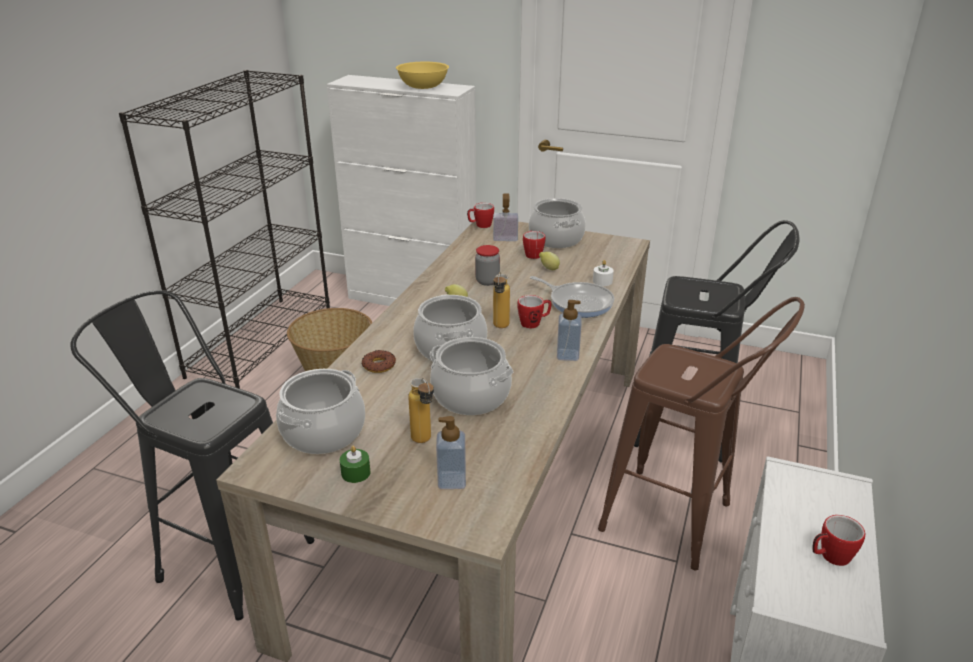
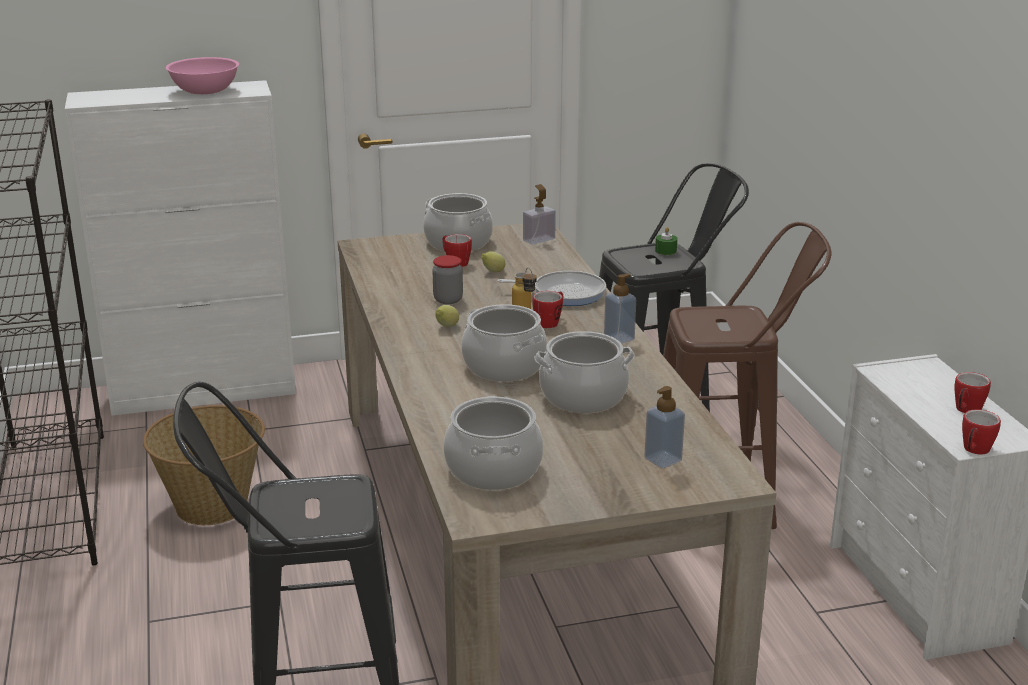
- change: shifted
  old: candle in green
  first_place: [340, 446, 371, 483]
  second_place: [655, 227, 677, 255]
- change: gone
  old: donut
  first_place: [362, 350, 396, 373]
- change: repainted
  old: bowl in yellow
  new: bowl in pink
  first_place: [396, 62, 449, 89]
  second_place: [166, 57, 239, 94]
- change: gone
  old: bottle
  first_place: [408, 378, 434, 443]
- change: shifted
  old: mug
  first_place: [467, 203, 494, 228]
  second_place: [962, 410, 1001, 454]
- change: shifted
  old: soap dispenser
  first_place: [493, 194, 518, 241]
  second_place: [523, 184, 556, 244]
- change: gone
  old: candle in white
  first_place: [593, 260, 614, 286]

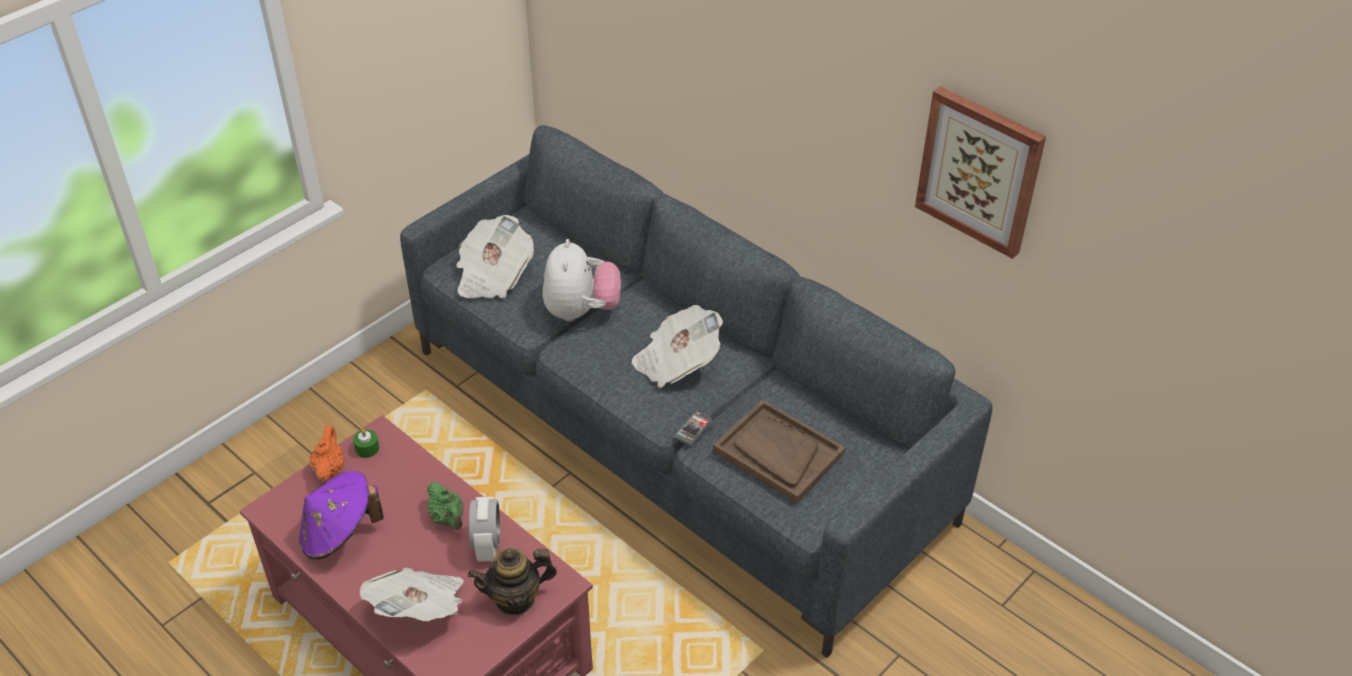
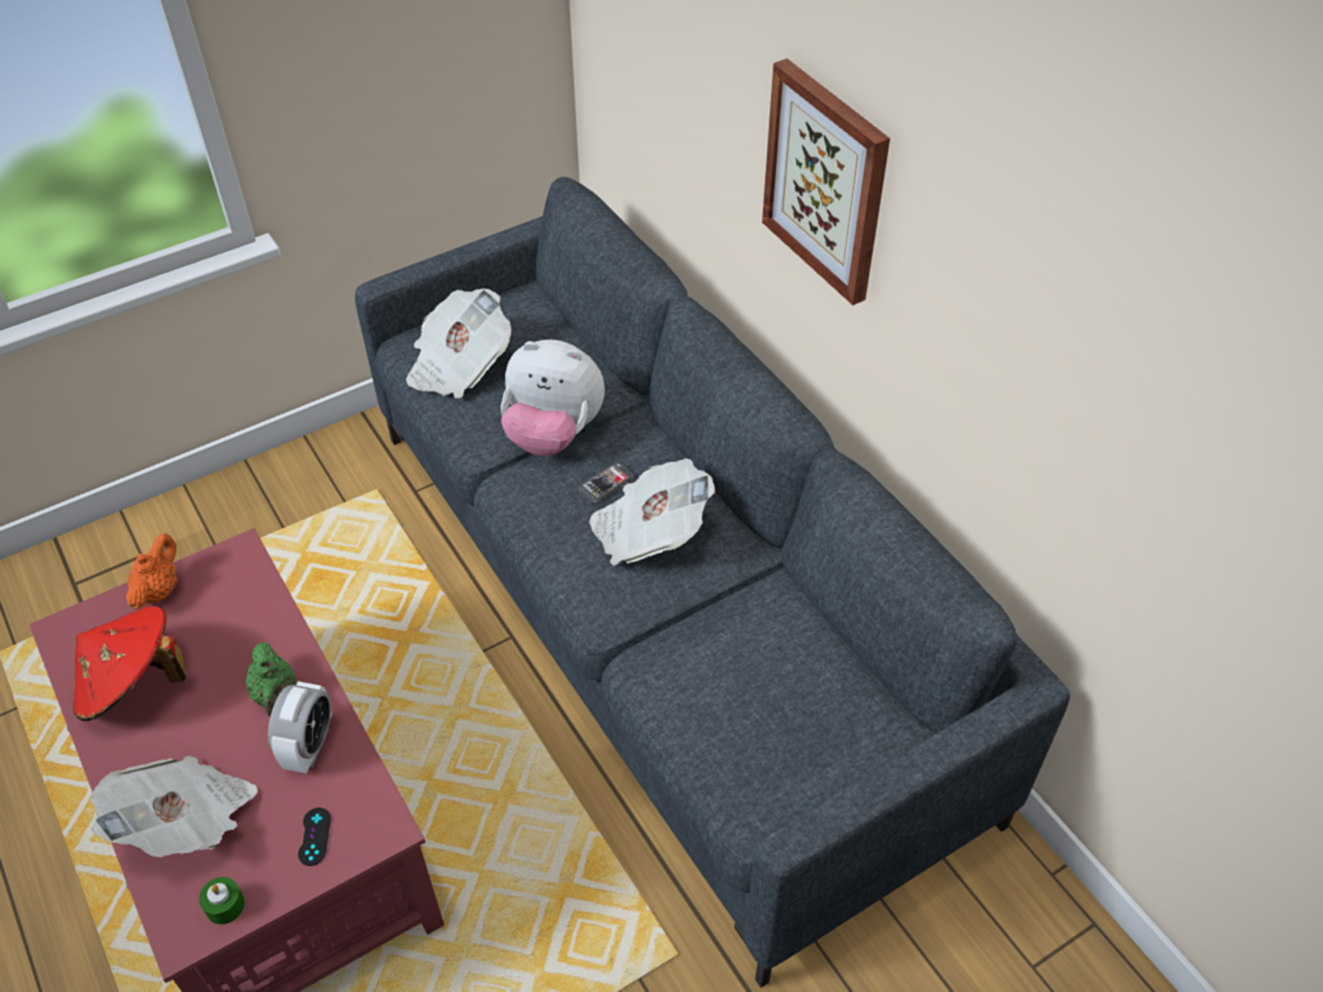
- change: repainted
  old: hat in purple
  new: hat in red
  first_place: [299, 471, 384, 560]
  second_place: [73, 606, 186, 721]
- change: shifted
  old: candle in green
  first_place: [353, 429, 379, 458]
  second_place: [199, 877, 245, 924]
- change: swapped
  old: teapot
  new: game controller in black
  first_place: [468, 548, 557, 615]
  second_place: [298, 807, 331, 866]
- change: rotated
  old: plush toy
  first_place: [543, 239, 621, 321]
  second_place: [501, 340, 605, 456]
  degrees: 90
- change: shifted
  old: phone
  first_place: [674, 411, 712, 445]
  second_place: [579, 463, 633, 503]
- change: gone
  old: tray in brown
  first_place: [713, 399, 846, 503]
- change: shifted
  old: picture
  first_place: [915, 86, 1046, 259]
  second_place: [762, 59, 890, 305]

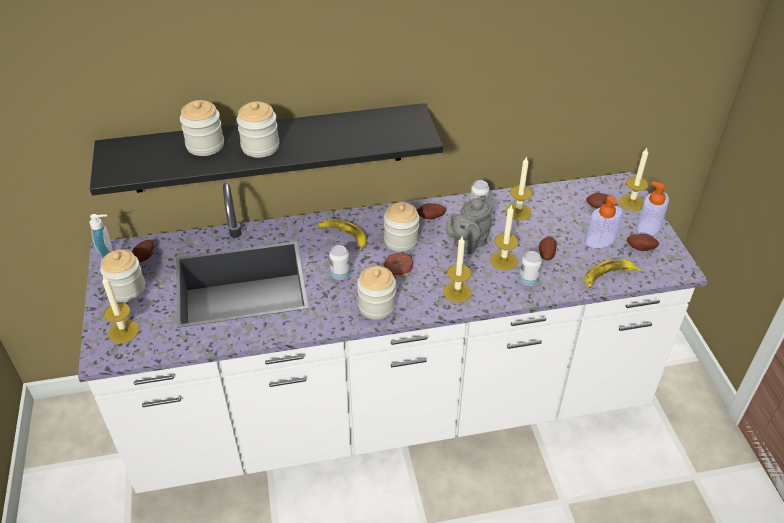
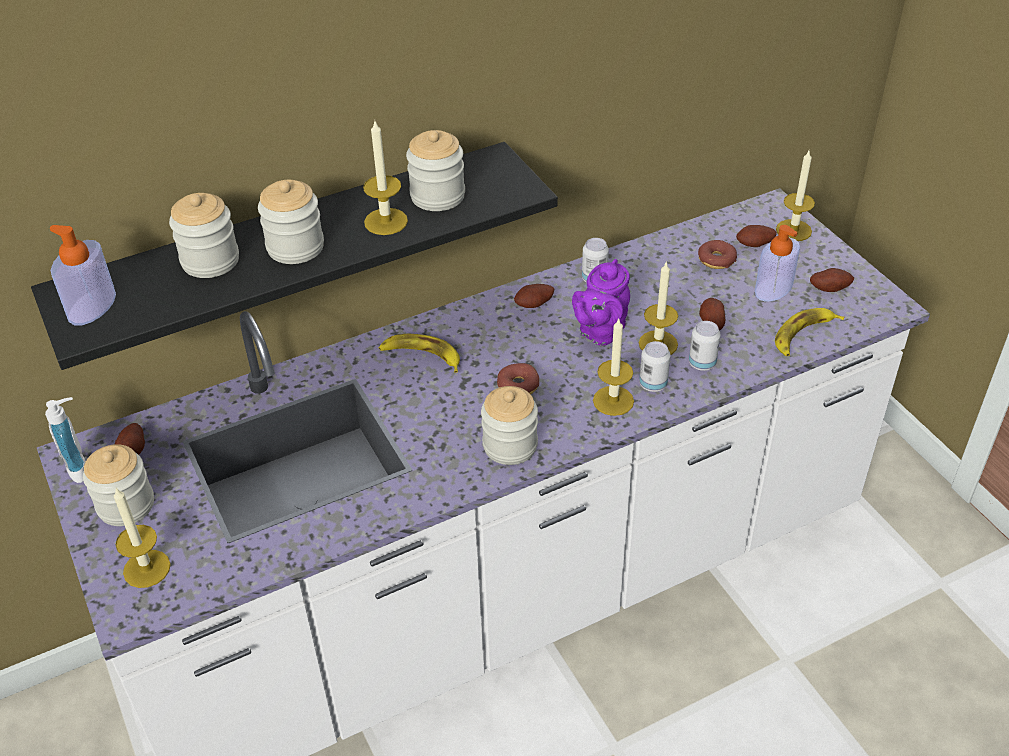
- change: shifted
  old: can
  first_place: [329, 245, 350, 280]
  second_place: [639, 341, 671, 392]
- change: shifted
  old: jar
  first_place: [384, 202, 419, 252]
  second_place: [406, 130, 465, 211]
- change: repainted
  old: teapot in grey
  new: teapot in purple
  first_place: [446, 197, 492, 254]
  second_place: [572, 259, 630, 346]
- change: shifted
  old: candle
  first_place: [506, 156, 532, 220]
  second_place: [363, 121, 408, 235]
- change: shifted
  old: soap dispenser
  first_place: [637, 181, 669, 236]
  second_place: [50, 225, 116, 326]
- change: new
  new: donut
  second_place: [698, 240, 737, 269]

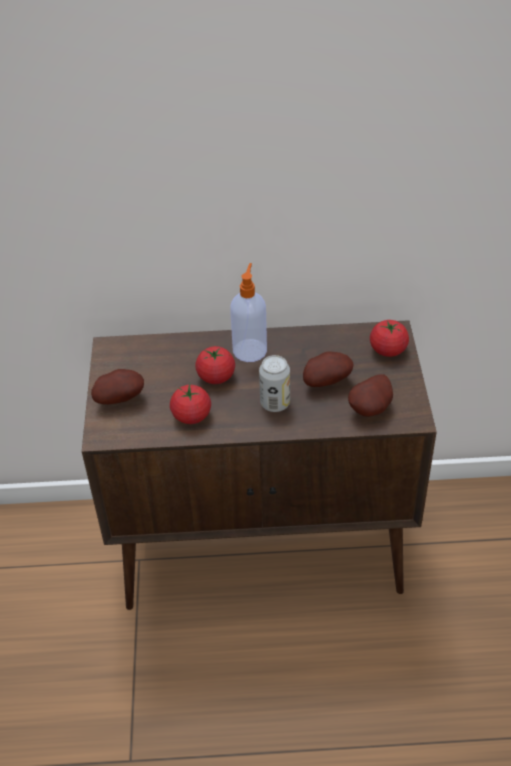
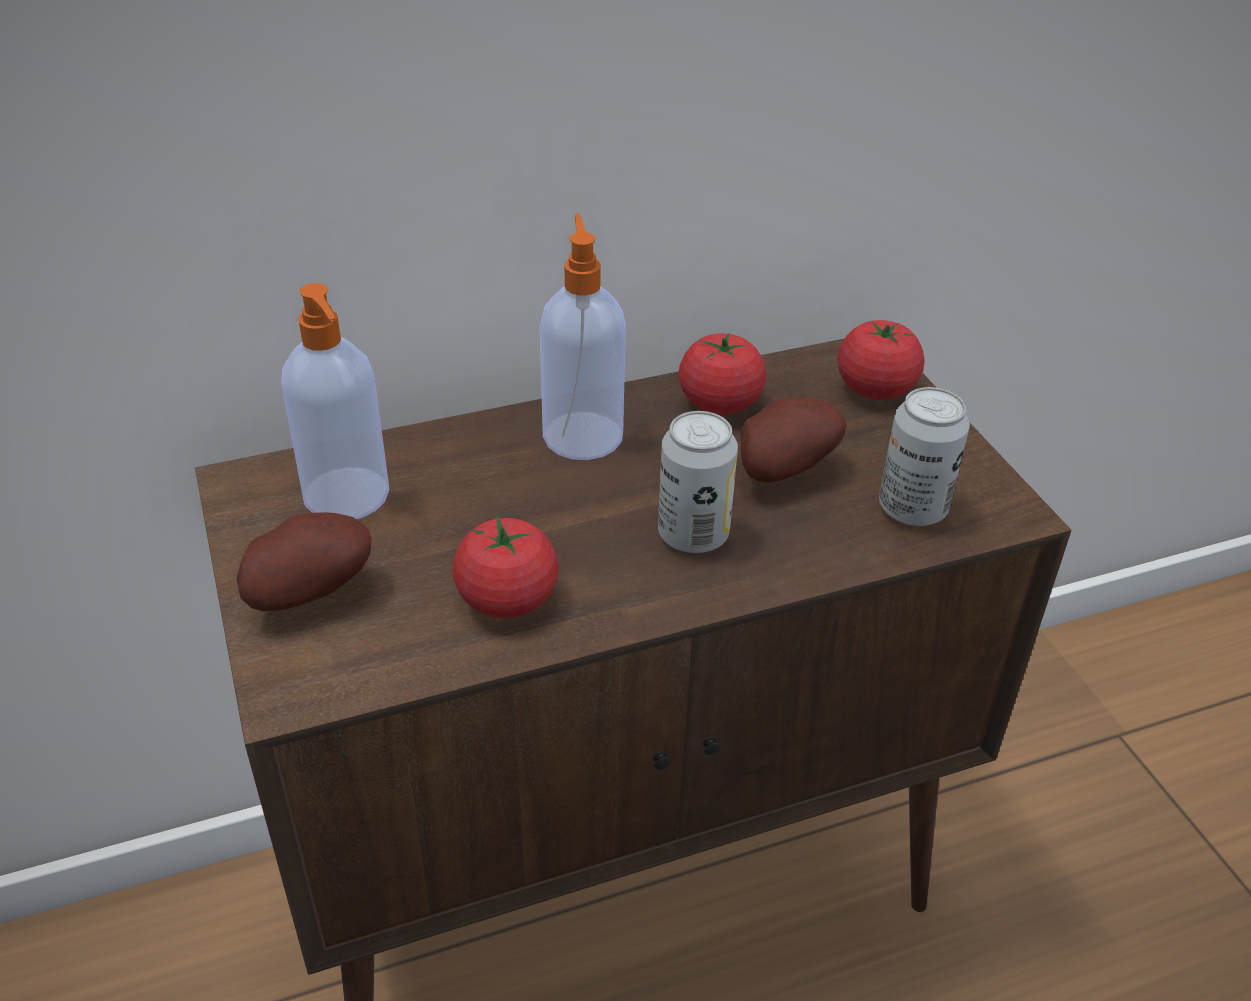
- change: shifted
  old: tomato
  first_place: [195, 346, 235, 384]
  second_place: [678, 333, 766, 415]
- change: swapped
  old: potato
  new: can
  first_place: [348, 374, 393, 417]
  second_place: [879, 387, 970, 526]
- change: new
  new: soap dispenser
  second_place: [281, 283, 390, 519]

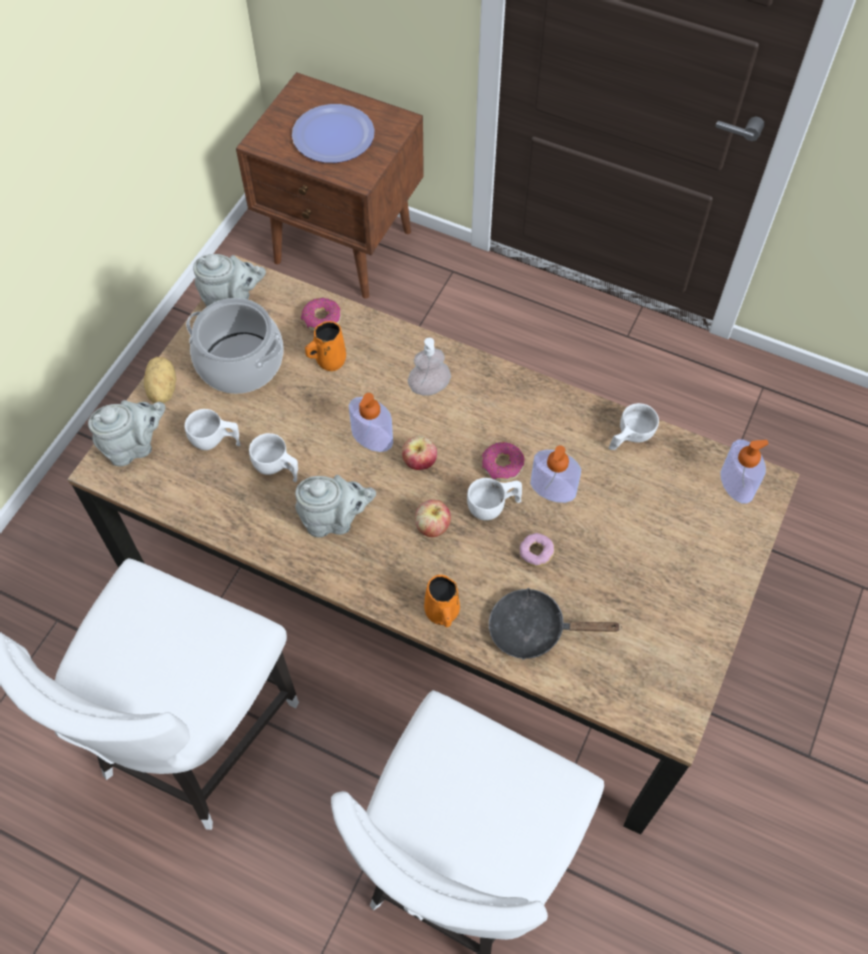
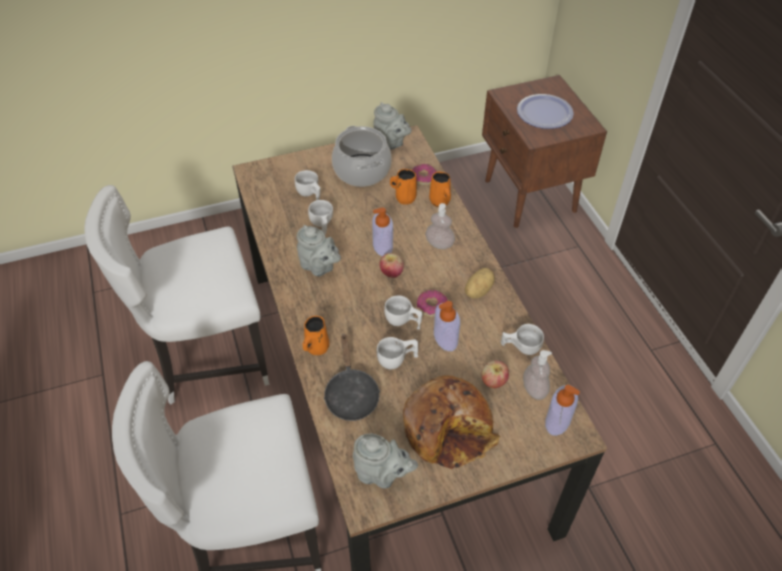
- change: shifted
  old: teapot in grey
  first_place: [88, 400, 165, 466]
  second_place: [353, 433, 418, 489]
- change: shifted
  old: potato
  first_place: [144, 357, 176, 403]
  second_place: [465, 268, 495, 299]
- change: shifted
  old: apple
  first_place: [415, 500, 451, 537]
  second_place: [481, 360, 509, 388]
- change: rotated
  old: frying pan in black
  first_place: [489, 588, 622, 660]
  second_place: [324, 335, 380, 421]
  degrees: -150
- change: swapped
  old: donut
  new: cup in white
  first_place: [519, 533, 555, 567]
  second_place: [377, 337, 418, 369]
- change: new
  new: bread
  second_place: [403, 375, 500, 469]
- change: new
  new: mug in orange
  second_place: [429, 171, 451, 207]
- change: new
  new: soap dispenser
  second_place: [523, 350, 552, 400]

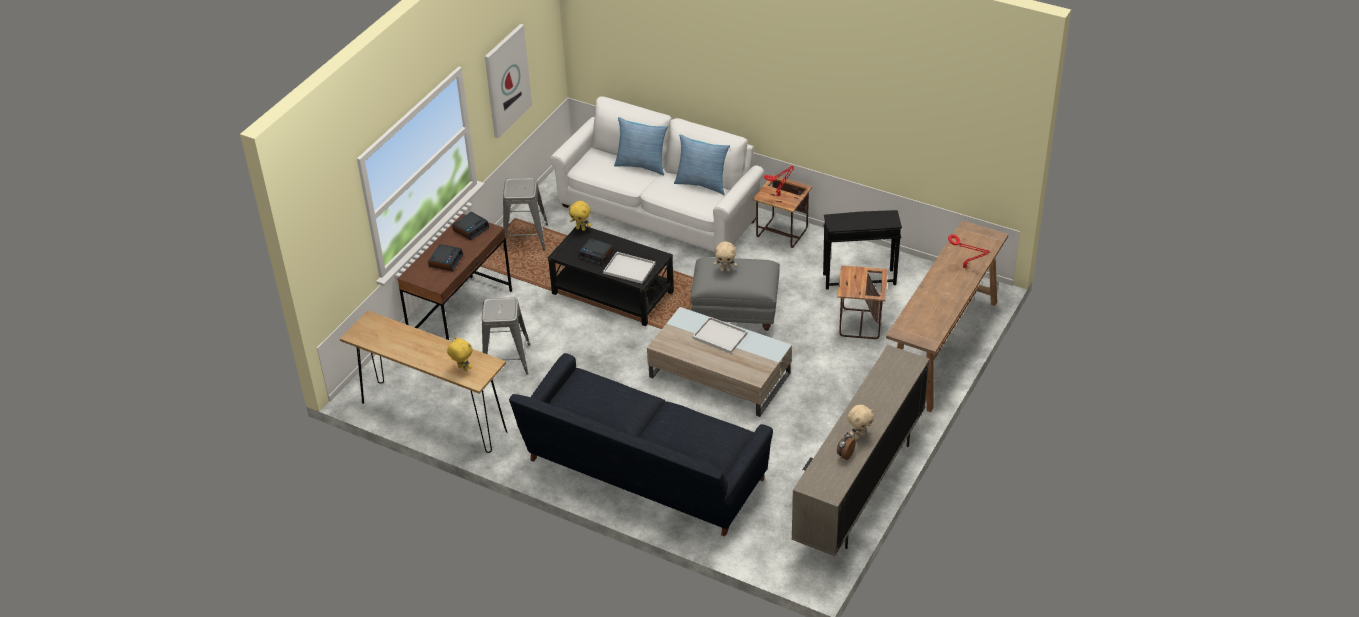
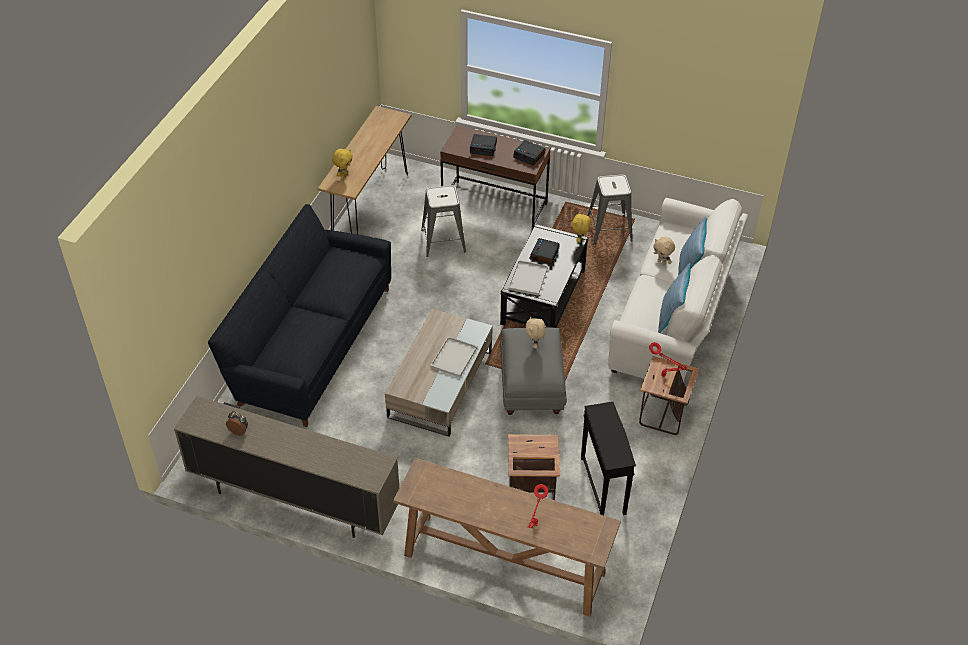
- change: gone
  old: picture
  first_place: [485, 24, 532, 138]
- change: shifted
  old: plush toy in beige
  first_place: [847, 405, 874, 439]
  second_place: [653, 237, 675, 266]

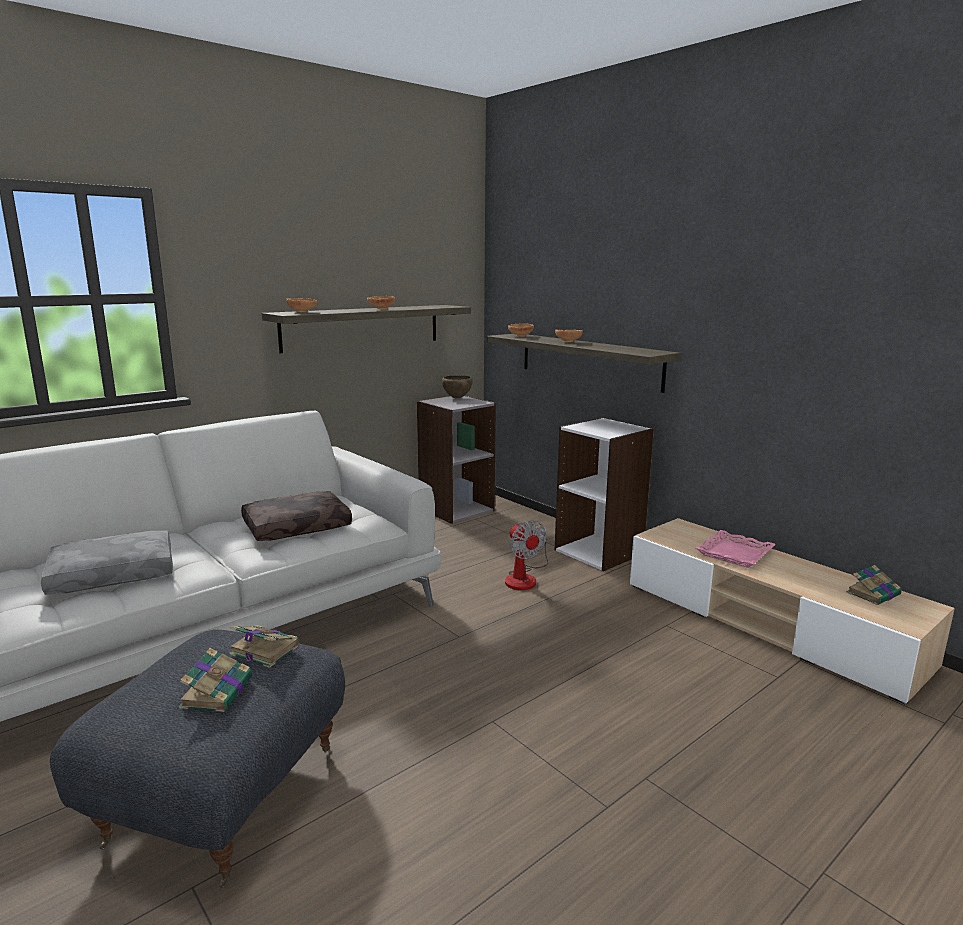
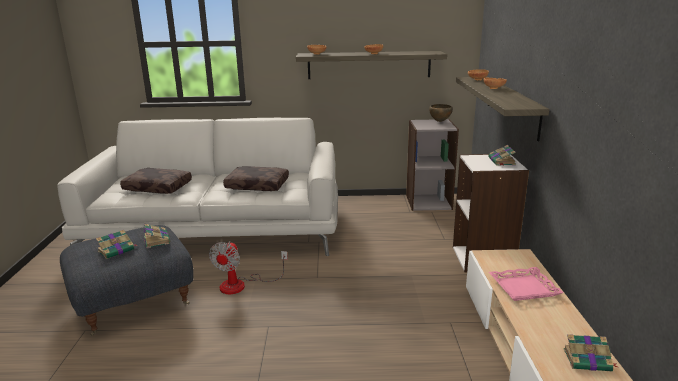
- change: repainted
  old: pillow in grey
  new: pillow in brown
  first_place: [41, 530, 173, 595]
  second_place: [120, 168, 192, 194]
- change: shifted
  old: fan
  first_place: [505, 520, 549, 590]
  second_place: [209, 241, 288, 294]
- change: new
  new: book
  second_place: [488, 145, 516, 165]

